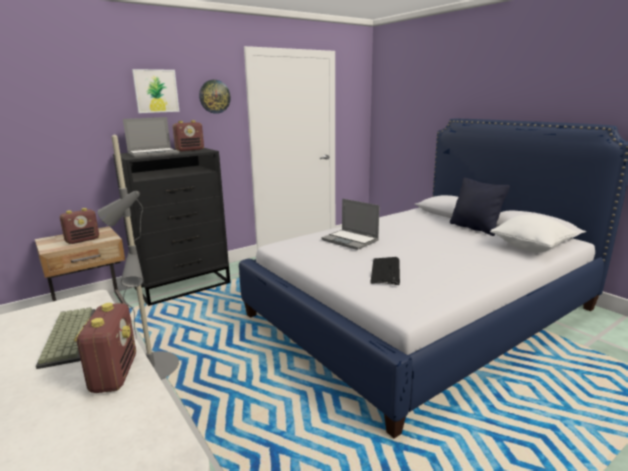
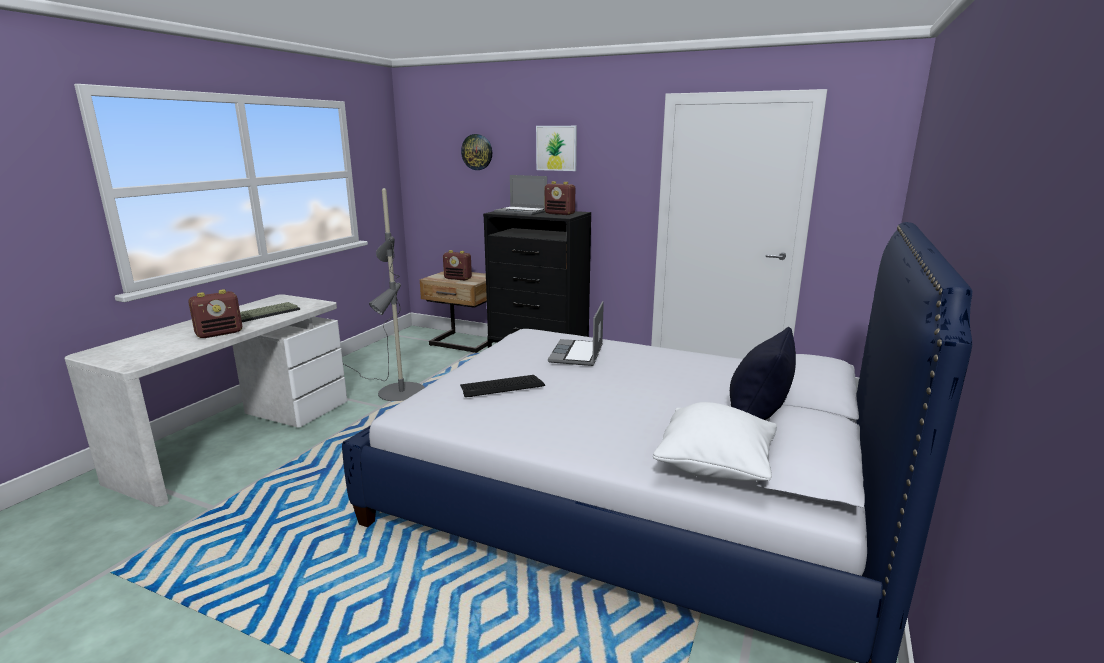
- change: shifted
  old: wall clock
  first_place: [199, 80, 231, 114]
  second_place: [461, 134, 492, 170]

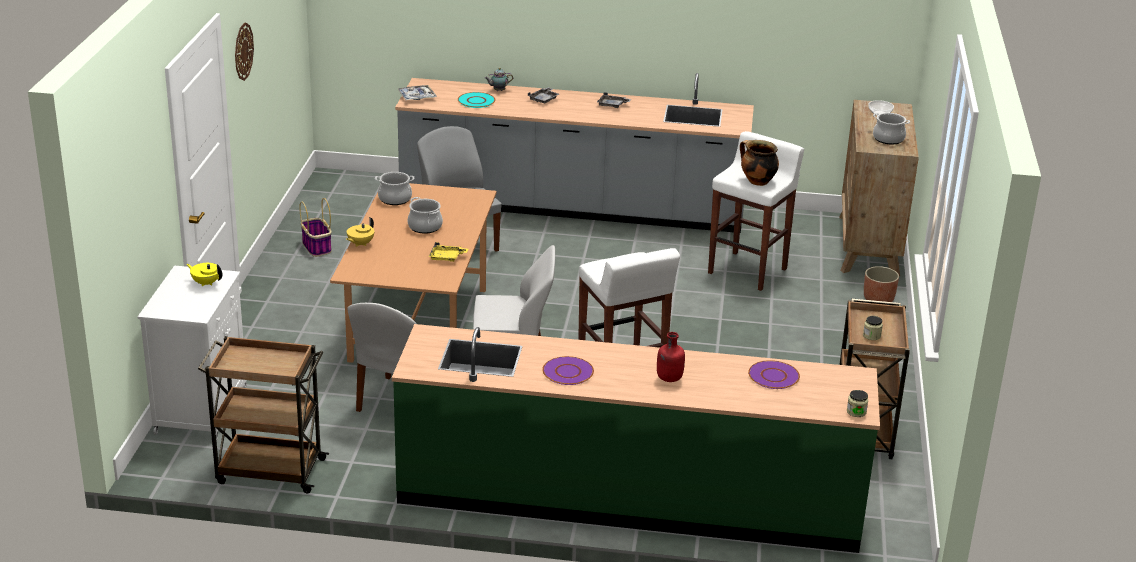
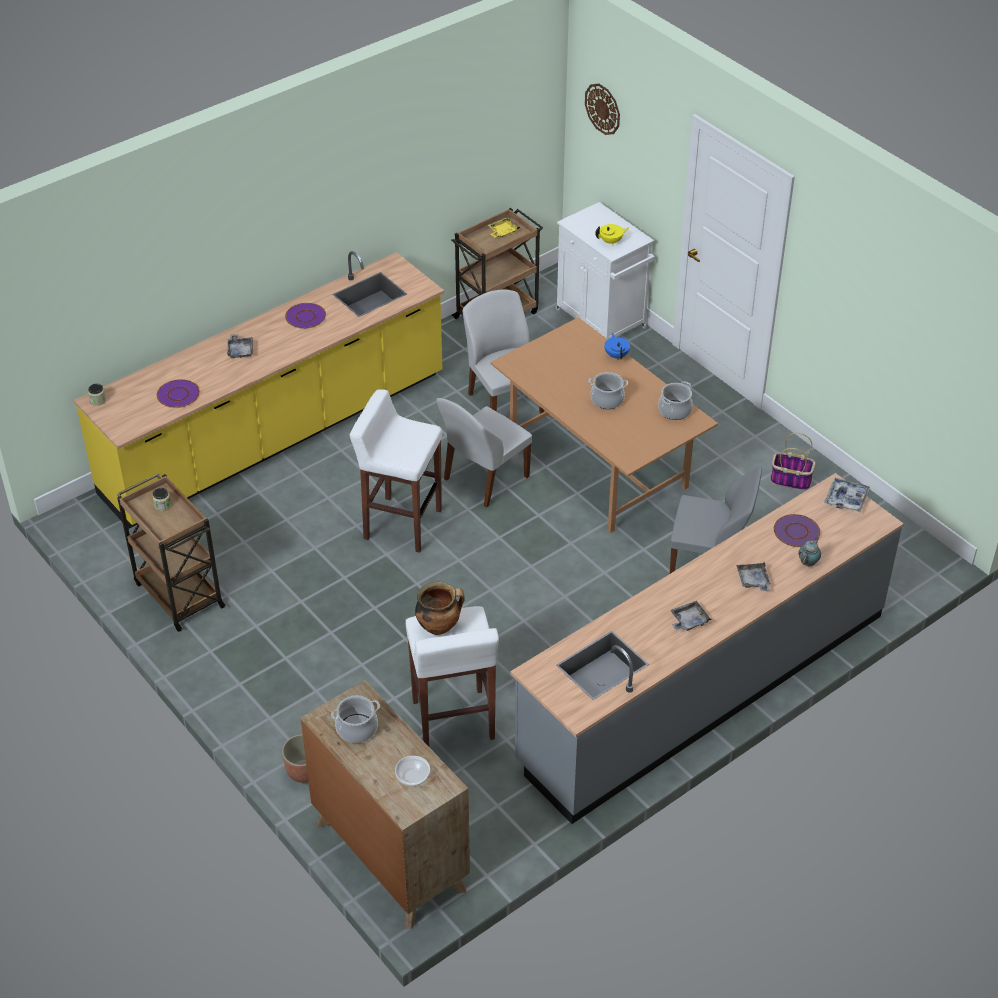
- change: shifted
  old: wall clock
  first_place: [235, 23, 254, 81]
  second_place: [585, 83, 620, 135]
- change: repainted
  old: teapot in yellow
  new: teapot in blue
  first_place: [346, 217, 374, 247]
  second_place: [604, 333, 630, 359]
- change: repainted
  old: counter in green
  new: counter in yellow
  first_place: [392, 324, 880, 553]
  second_place: [74, 251, 444, 529]
- change: shifted
  old: tray in yellow
  first_place: [428, 242, 468, 262]
  second_place: [488, 218, 520, 238]
- change: repainted
  old: plate in turquoise
  new: plate in purple
  first_place: [458, 92, 496, 108]
  second_place: [774, 514, 820, 547]
- change: swapped
  old: bottle in red
  new: tray in grey
  first_place: [657, 332, 685, 382]
  second_place: [227, 334, 253, 358]

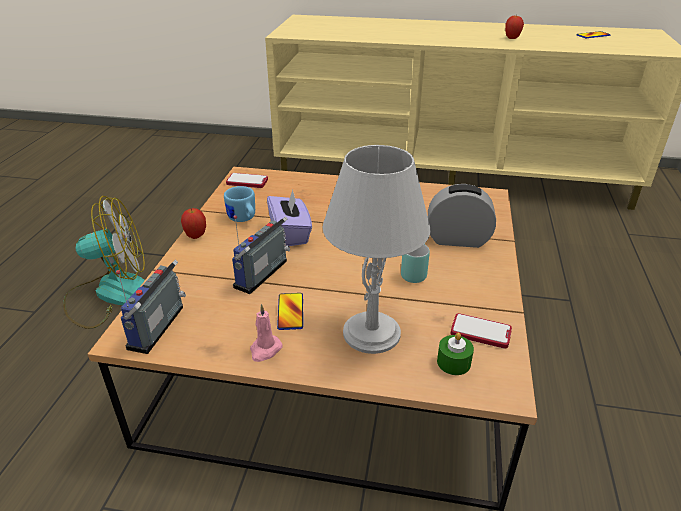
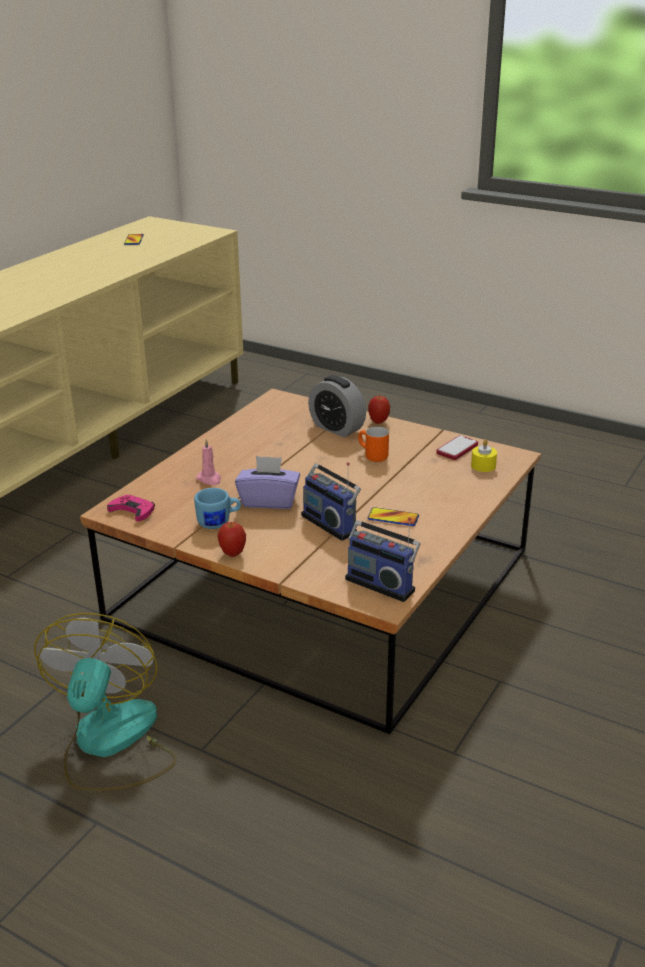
- change: swapped
  old: phone
  new: game controller in pink
  first_place: [226, 173, 268, 188]
  second_place: [107, 495, 155, 521]
- change: shifted
  old: candle in pink
  first_place: [250, 304, 283, 362]
  second_place: [196, 439, 221, 485]
- change: gone
  old: table lamp in grey
  first_place: [322, 145, 431, 354]
- change: repainted
  old: mug in turquoise
  new: mug in orange
  first_place: [401, 244, 430, 283]
  second_place: [358, 427, 389, 462]
- change: rotated
  old: alarm clock
  first_place: [428, 184, 496, 248]
  second_place: [308, 375, 366, 437]
  degrees: -75
- change: repainted
  old: candle in green
  new: candle in yellow
  first_place: [437, 333, 474, 375]
  second_place: [471, 439, 497, 472]
- change: shifted
  old: apple
  first_place: [505, 16, 524, 39]
  second_place: [368, 396, 390, 424]

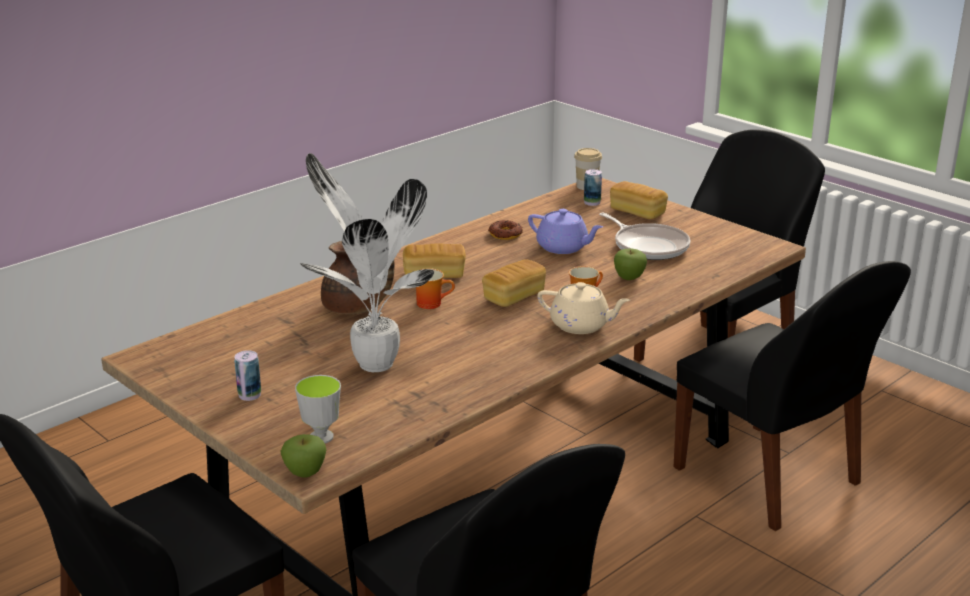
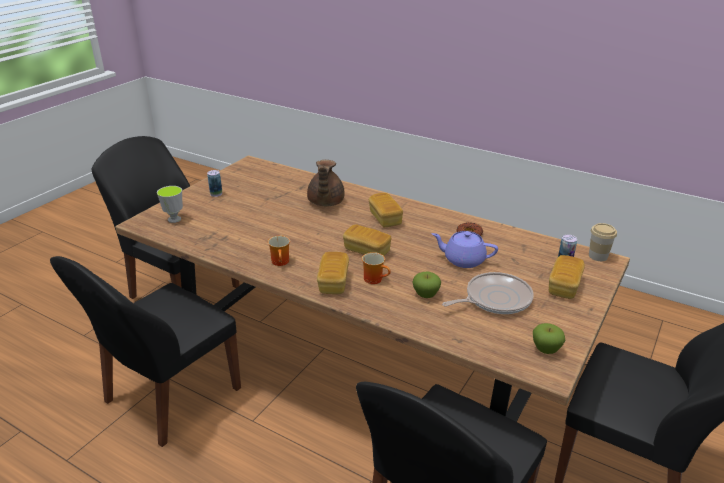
- change: shifted
  old: apple
  first_place: [280, 434, 326, 478]
  second_place: [533, 323, 565, 354]
- change: gone
  old: potted plant
  first_place: [300, 153, 434, 372]
- change: shifted
  old: mug
  first_place: [416, 268, 455, 309]
  second_place: [268, 235, 290, 266]
- change: rotated
  old: teapot in purple
  first_place: [528, 209, 603, 254]
  second_place: [432, 231, 498, 268]
  degrees: 90
- change: swapped
  old: teapot in beige
  new: bread
  first_place: [537, 282, 630, 334]
  second_place: [317, 252, 349, 294]
- change: rotated
  old: frying pan
  first_place: [599, 213, 690, 260]
  second_place: [442, 272, 534, 314]
  degrees: -150

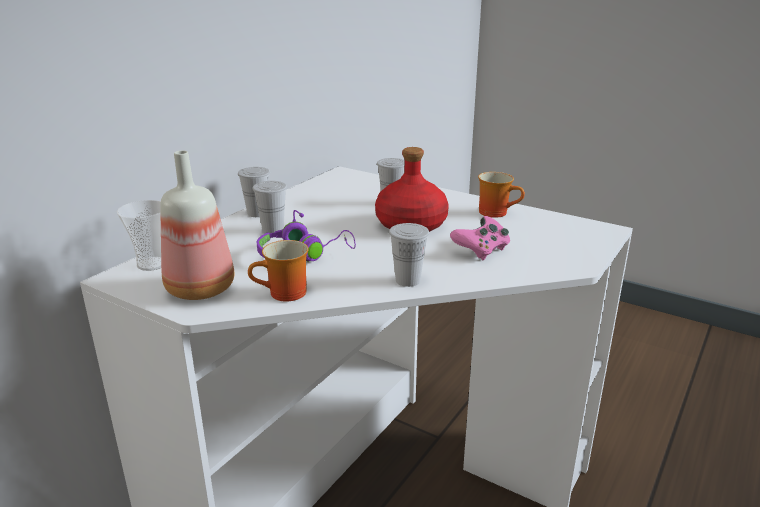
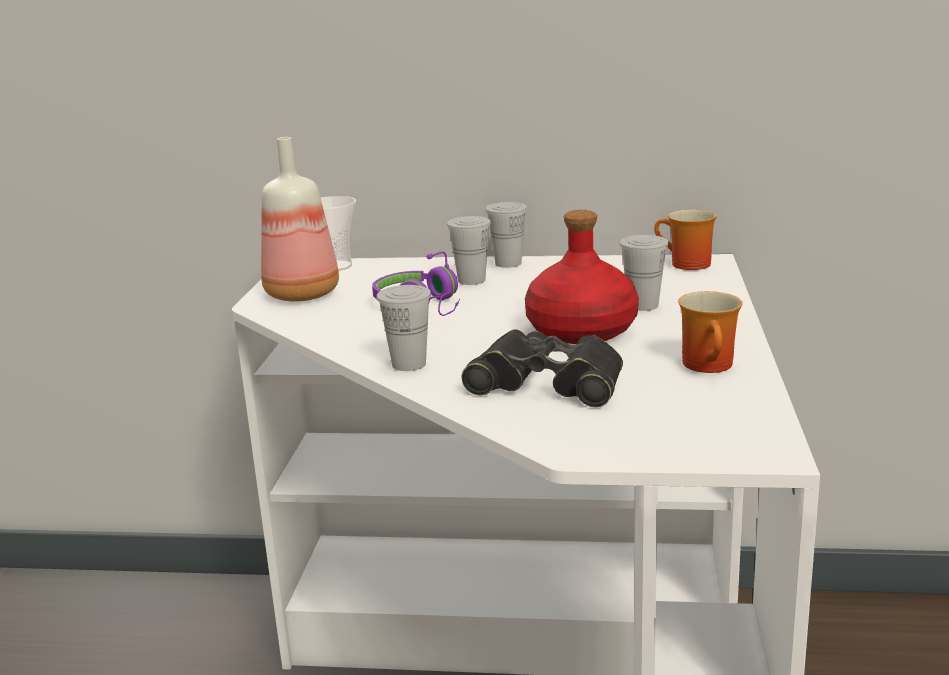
- change: shifted
  old: mug
  first_place: [248, 240, 309, 301]
  second_place: [654, 209, 717, 270]
- change: swapped
  old: game controller in pink
  new: binoculars in black
  first_place: [450, 216, 510, 260]
  second_place: [462, 329, 623, 407]

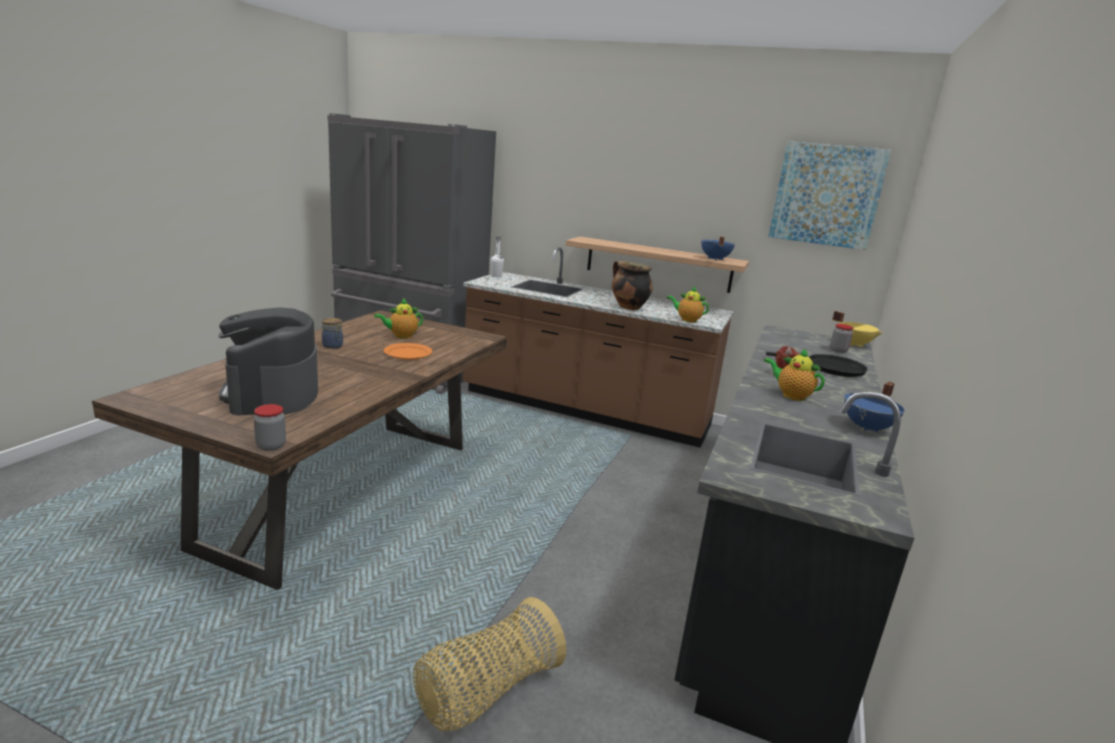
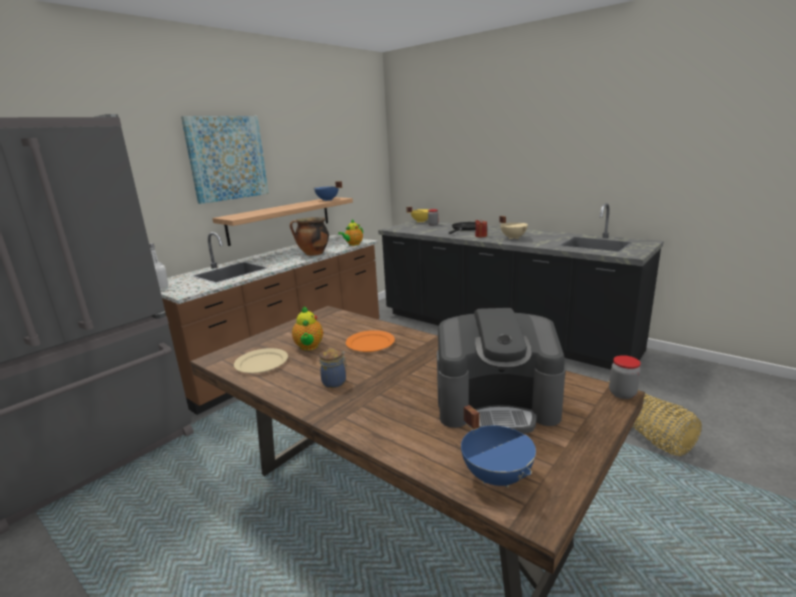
- change: swapped
  old: teapot
  new: cooking pot in beige
  first_place: [764, 348, 825, 401]
  second_place: [499, 216, 528, 239]
- change: shifted
  old: picture
  first_place: [768, 141, 891, 250]
  second_place: [181, 116, 269, 204]
- change: shifted
  old: cooking pot in blue
  first_place: [844, 382, 904, 433]
  second_place: [461, 405, 536, 488]
- change: new
  new: plate in beige
  second_place: [234, 348, 288, 373]

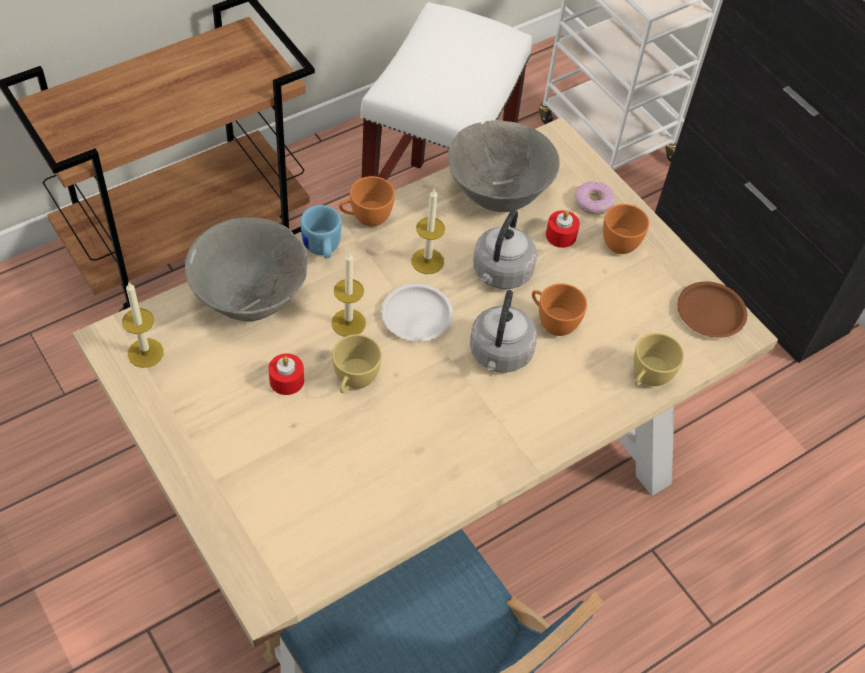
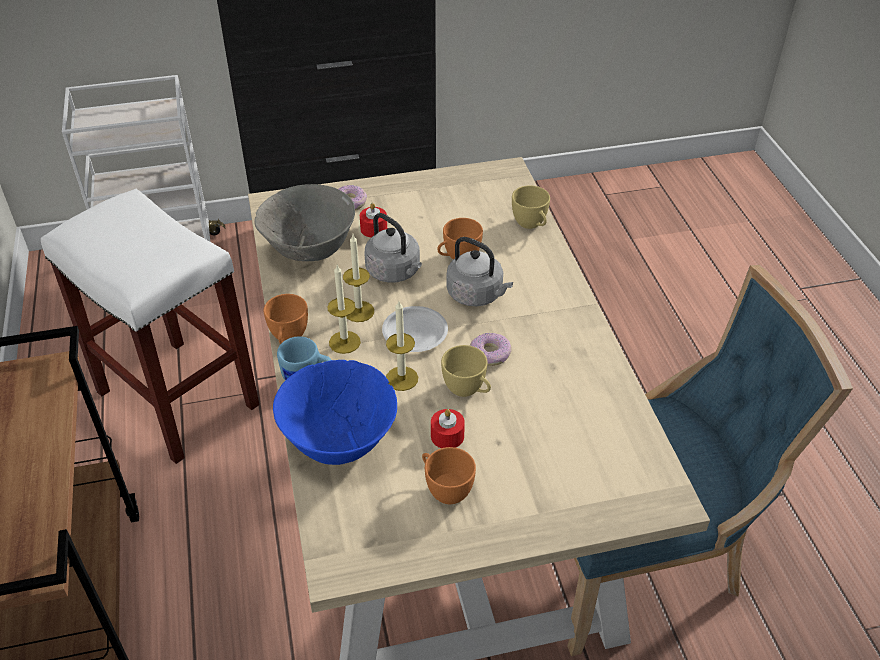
- change: shifted
  old: candle
  first_place: [122, 282, 164, 368]
  second_place: [327, 265, 361, 354]
- change: repainted
  old: bowl in grey
  new: bowl in blue
  first_place: [185, 217, 308, 321]
  second_place: [273, 360, 397, 465]
- change: shifted
  old: cup in orange
  first_place: [603, 204, 649, 254]
  second_place: [422, 447, 476, 504]
- change: gone
  old: plate in brown
  first_place: [677, 281, 747, 338]
- change: new
  new: donut
  second_place: [470, 333, 512, 366]

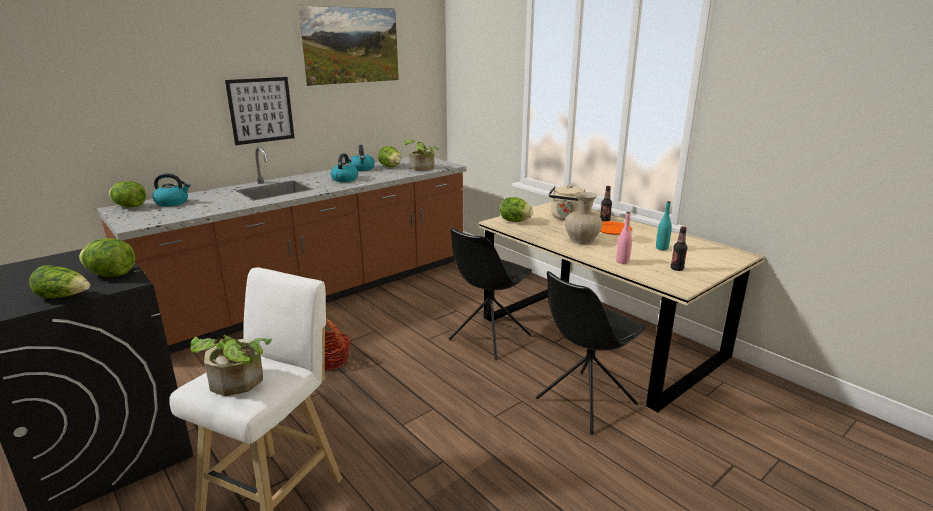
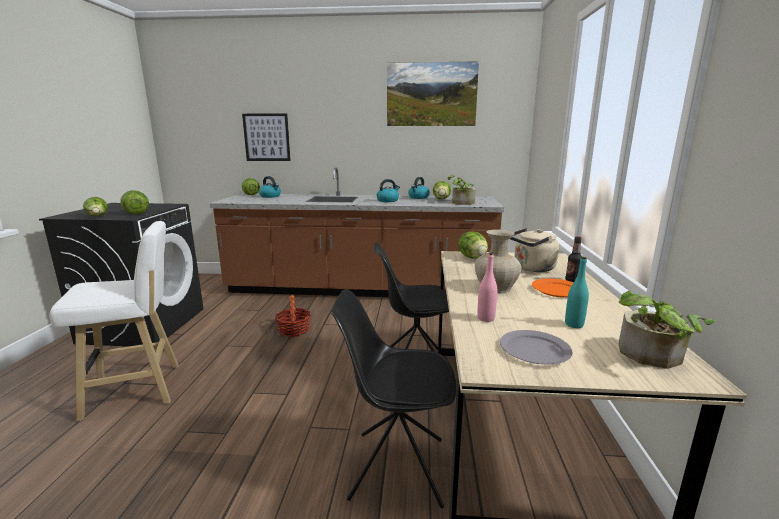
- change: shifted
  old: potted plant
  first_place: [190, 335, 272, 396]
  second_place: [619, 291, 715, 369]
- change: shifted
  old: picture
  first_place: [225, 77, 294, 145]
  second_place: [242, 113, 291, 161]
- change: swapped
  old: bottle
  new: plate in grey
  first_place: [671, 226, 687, 271]
  second_place: [500, 330, 572, 364]

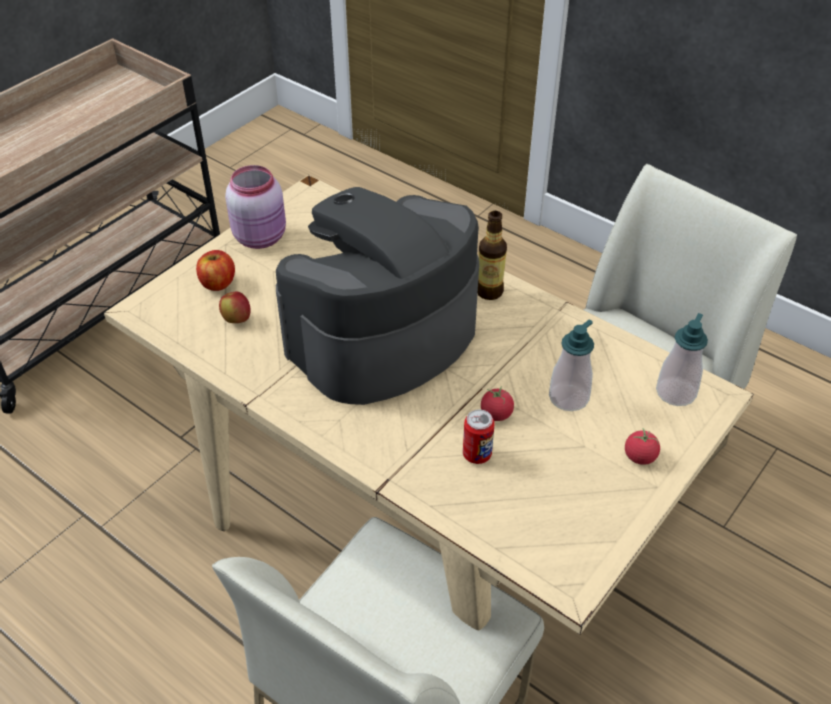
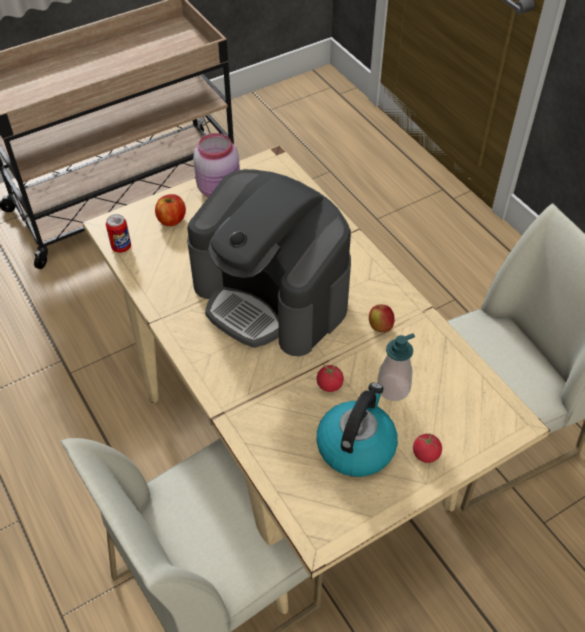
- change: shifted
  old: apple
  first_place: [219, 292, 251, 323]
  second_place: [369, 304, 395, 332]
- change: rotated
  old: coffee machine
  first_place: [276, 187, 479, 405]
  second_place: [187, 169, 351, 356]
  degrees: -120
- change: shifted
  old: can
  first_place: [463, 410, 495, 464]
  second_place: [106, 214, 131, 253]
- change: gone
  old: bottle
  first_place: [478, 211, 507, 300]
- change: gone
  old: soap dispenser
  first_place: [656, 313, 708, 406]
- change: new
  new: kettle
  second_place: [317, 383, 398, 477]

